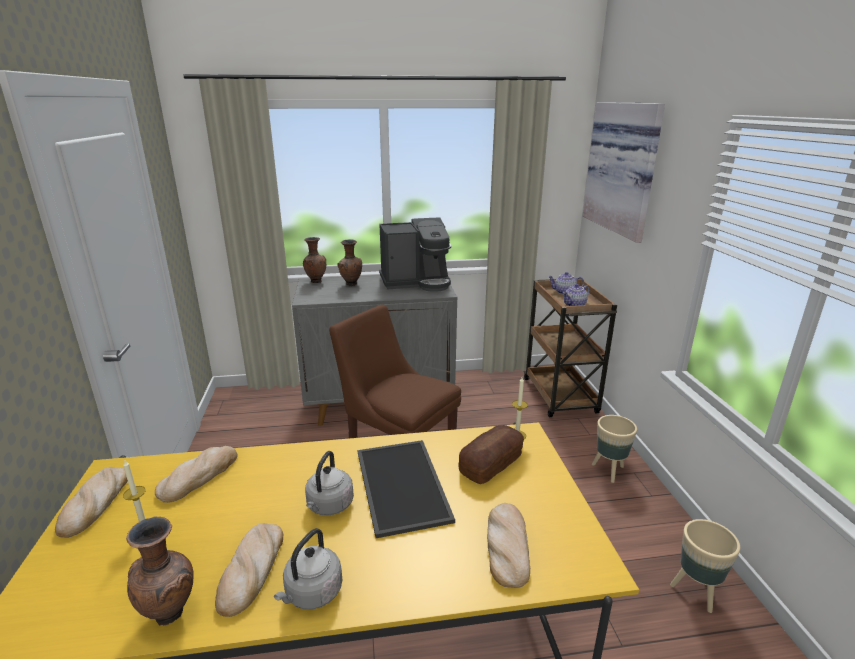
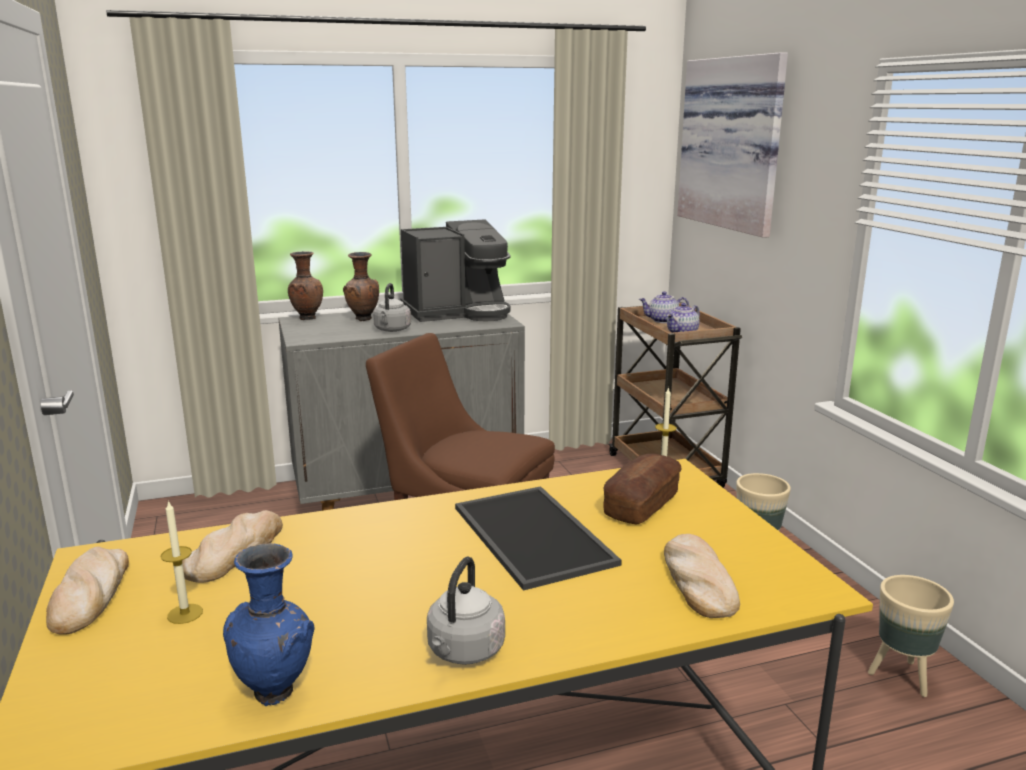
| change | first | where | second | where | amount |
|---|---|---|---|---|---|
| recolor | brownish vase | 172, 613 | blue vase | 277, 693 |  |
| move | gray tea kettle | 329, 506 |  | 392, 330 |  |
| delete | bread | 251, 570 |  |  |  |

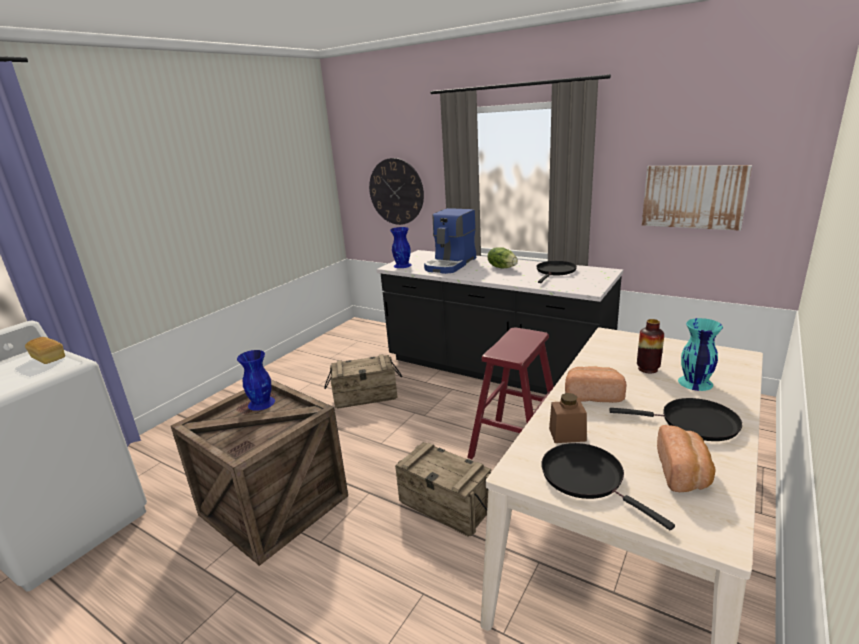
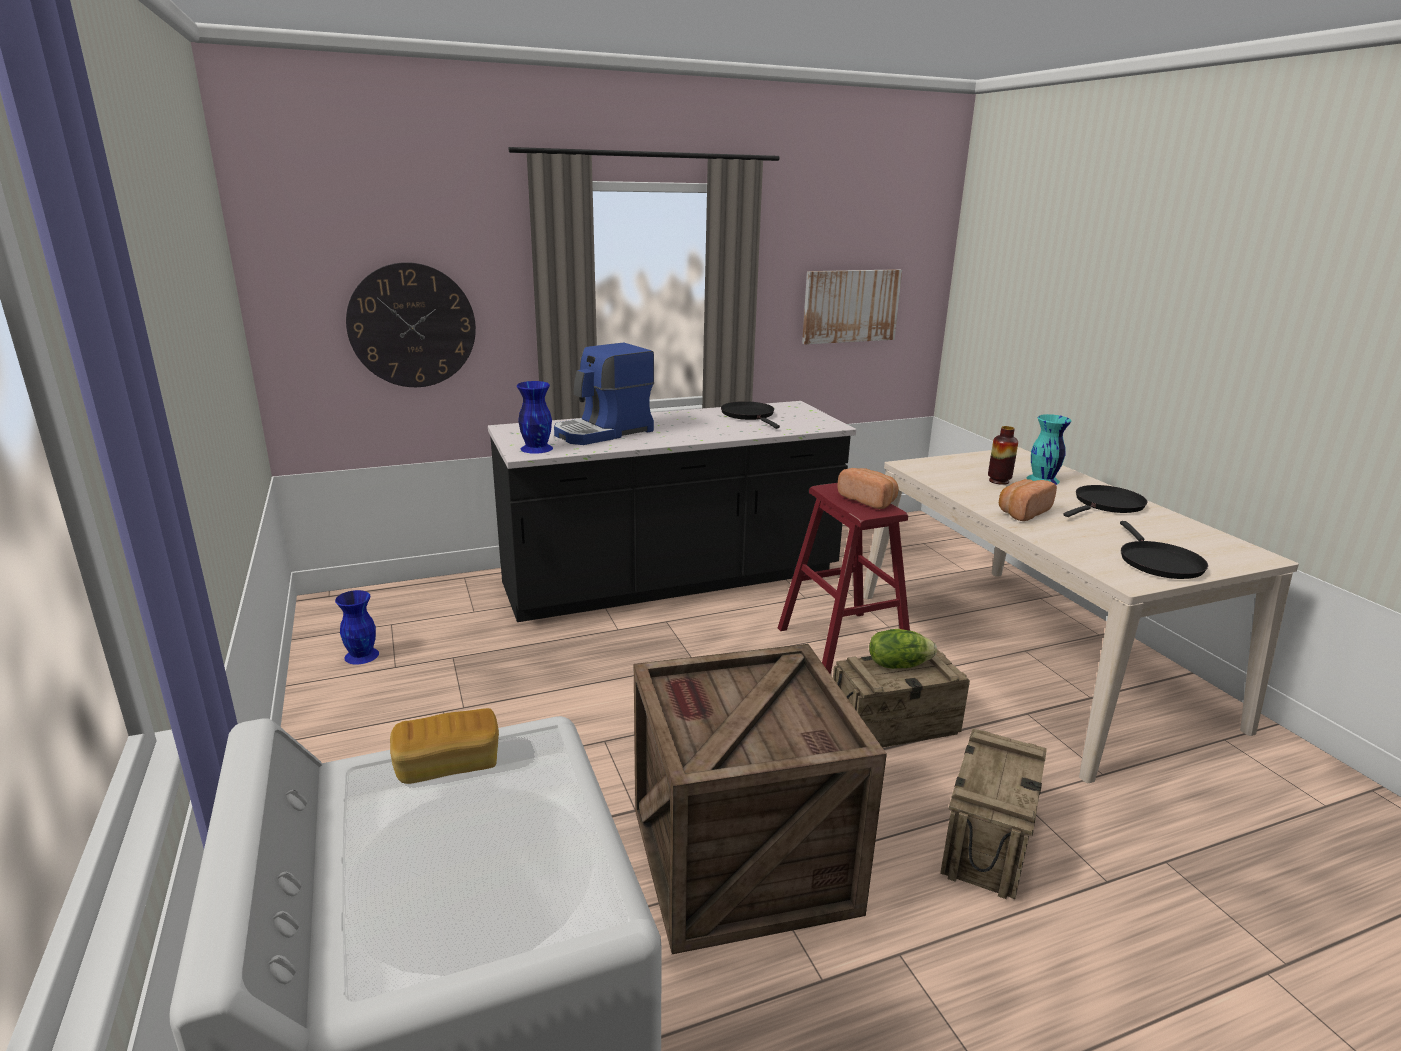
| change | first | where | second | where | amount |
|---|---|---|---|---|---|
| move | blue vase | 262, 403 |  | 362, 655 |  |
| rotate | coffee brewer | 451, 264 |  | 604, 432 | 75 degrees clockwise |
| move | bread | 683, 473 |  | 868, 500 |  |
| move | lettuce | 502, 267 |  | 898, 665 |  |
| move | packing crate | 365, 396 |  | 986, 839 |  |
| rotate | black-coloured frying pan | 587, 478 |  | 1157, 562 | 90 degrees counterclockwise |
| delete | brownish jar | 567, 434 |  |  |  |

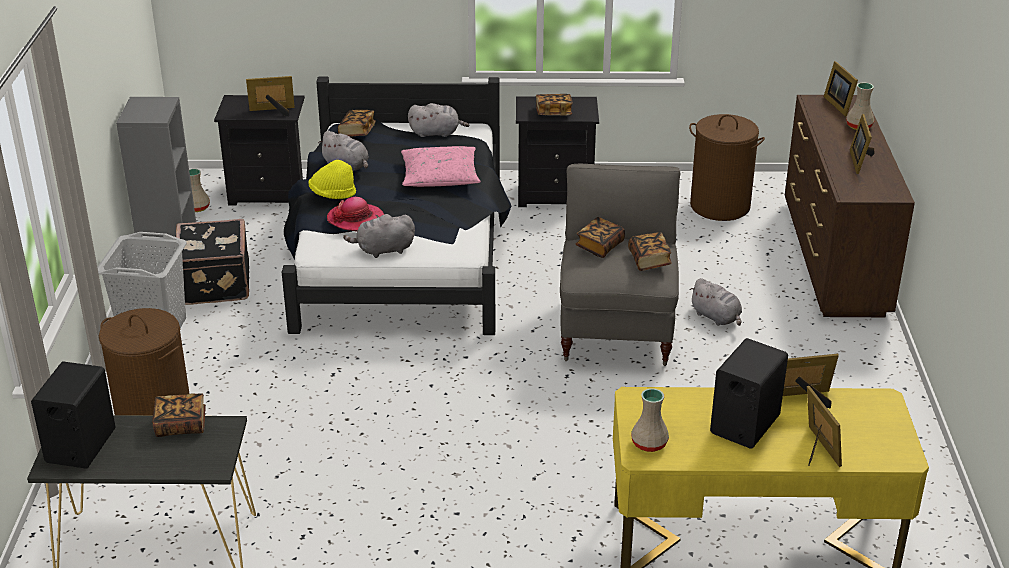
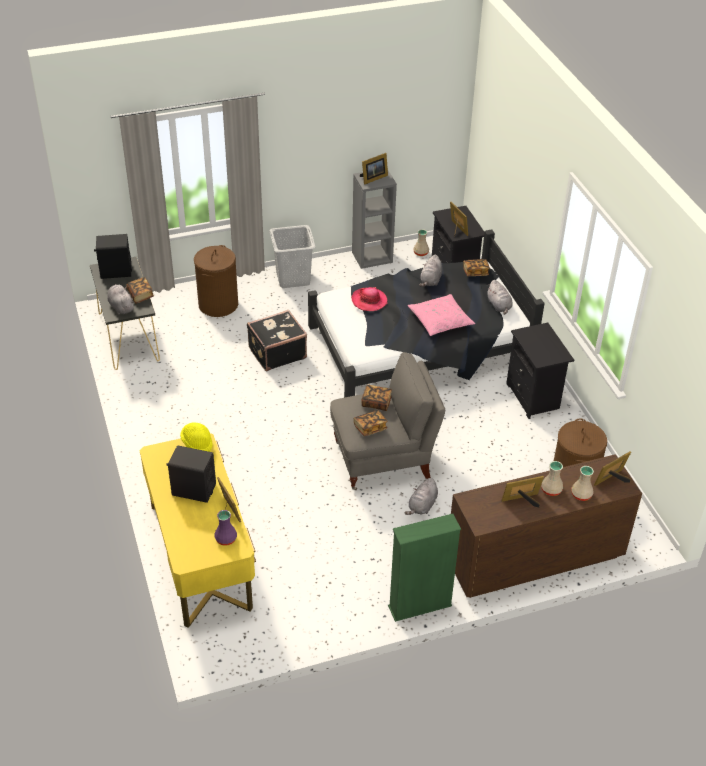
| change | first | where | second | where | amount |
|---|---|---|---|---|---|
| move | gray plush toy | 383, 250 |  | 121, 306 |  |
| move | yellow-coloured clothing hat | 332, 195 |  | 197, 443 |  |
| insert |  |  | purple-coloured vase | 225, 539 |  |
| move | black-coloured piece of luggage | 213, 284 |  | 276, 352 |  |
| move | photo frame | 818, 449 |  | 373, 178 |  |
| insert |  |  | greenish bookcase | 420, 606 |  |
| move | beige-coloured vase | 649, 443 |  | 551, 490 |  |
| delete | volume | 553, 113 |  |  |  |

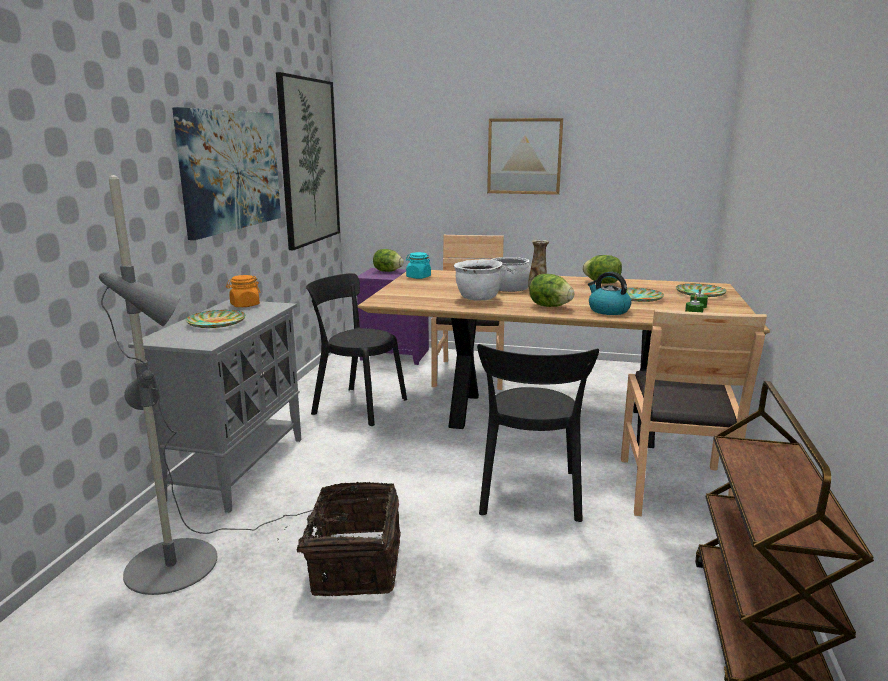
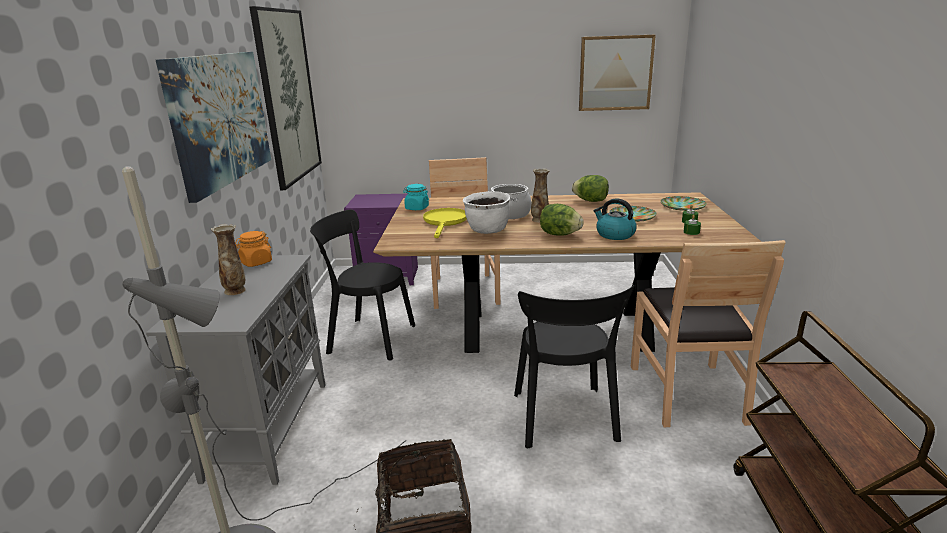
| change | first | where | second | where | amount |
|---|---|---|---|---|---|
| replace | plate | 216, 323 | vase | 235, 291 |  |
| insert |  |  | yellow-coloured frying pan | 445, 222 |  |
| move | wall picture | 524, 156 |  | 615, 73 |  |
| delete | lettuce | 387, 271 |  |  |  |

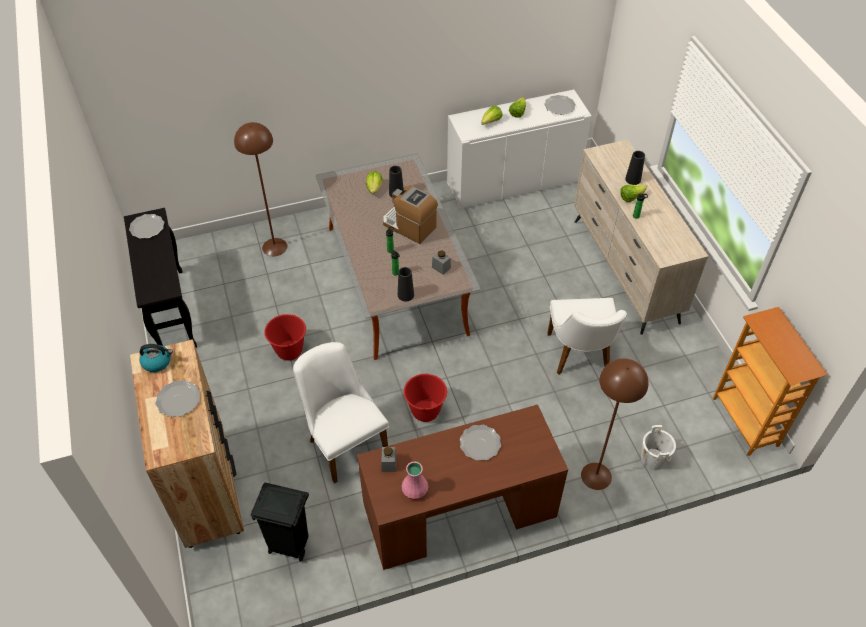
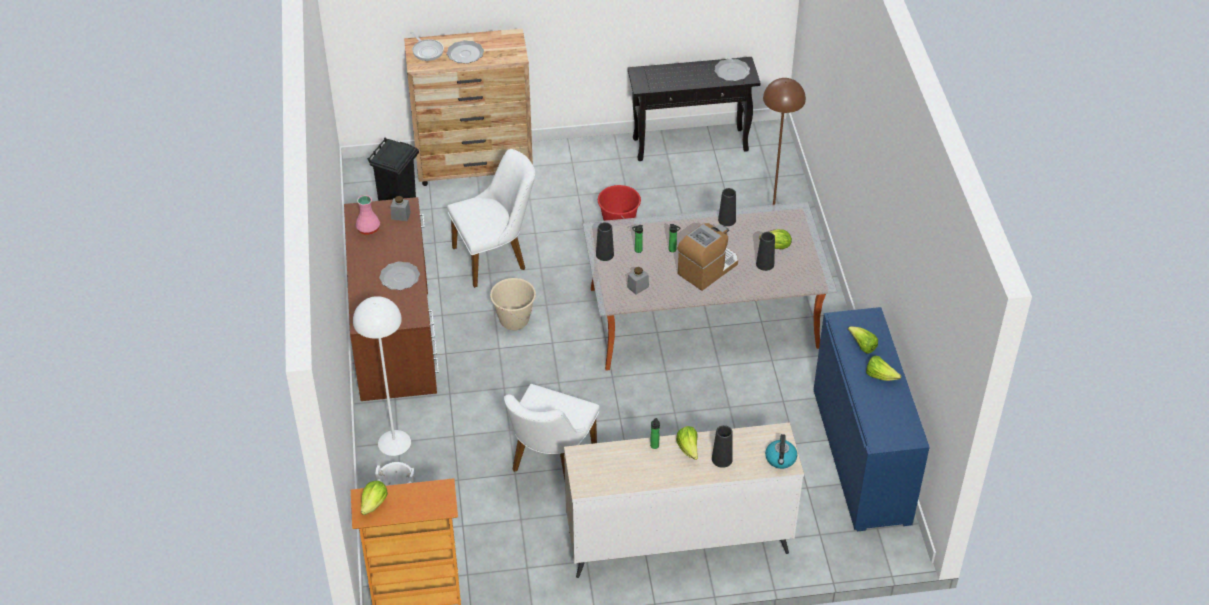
| change | first | where | second | where | amount |
|---|---|---|---|---|---|
| recolor | brownish standard lamp | 596, 476 | whitish standard lamp | 394, 442 |  |
| insert |  |  | lettuce | 374, 504 |  |
| insert |  |  | frying pan | 427, 51 |  |
| recolor | red pail | 425, 411 | beige-coloured pail | 514, 320 |  |
| rotate | whitish upright chair | 580, 358 |  | 549, 463 | 75 degrees counterclockwise |
| insert |  |  | black-coloured vase | 727, 220 |  |
| move | tea kettle | 157, 362 |  | 780, 459 |  |
| recolor | whitish cupboard | 513, 182 | blue cupboard | 861, 456 |  |
| delete | plate | 559, 106 |  |  |  |

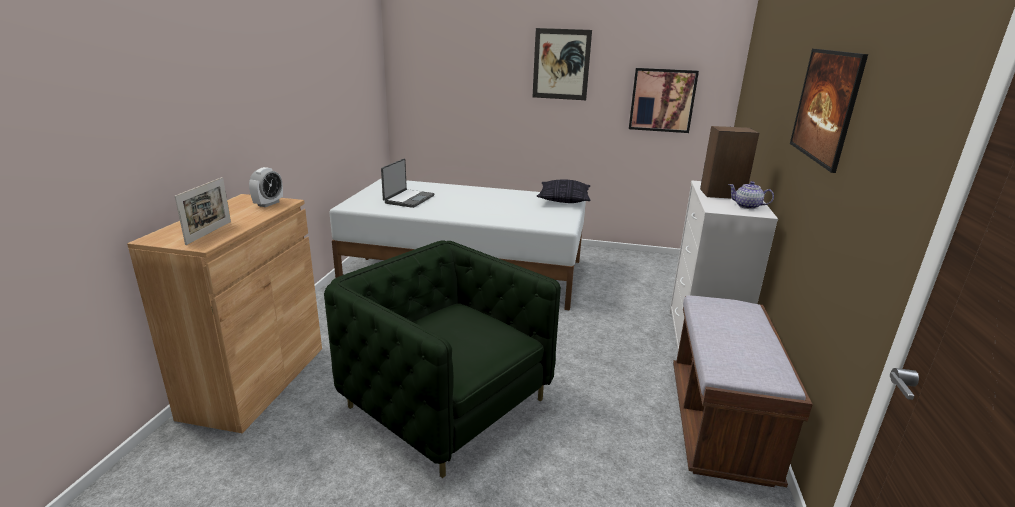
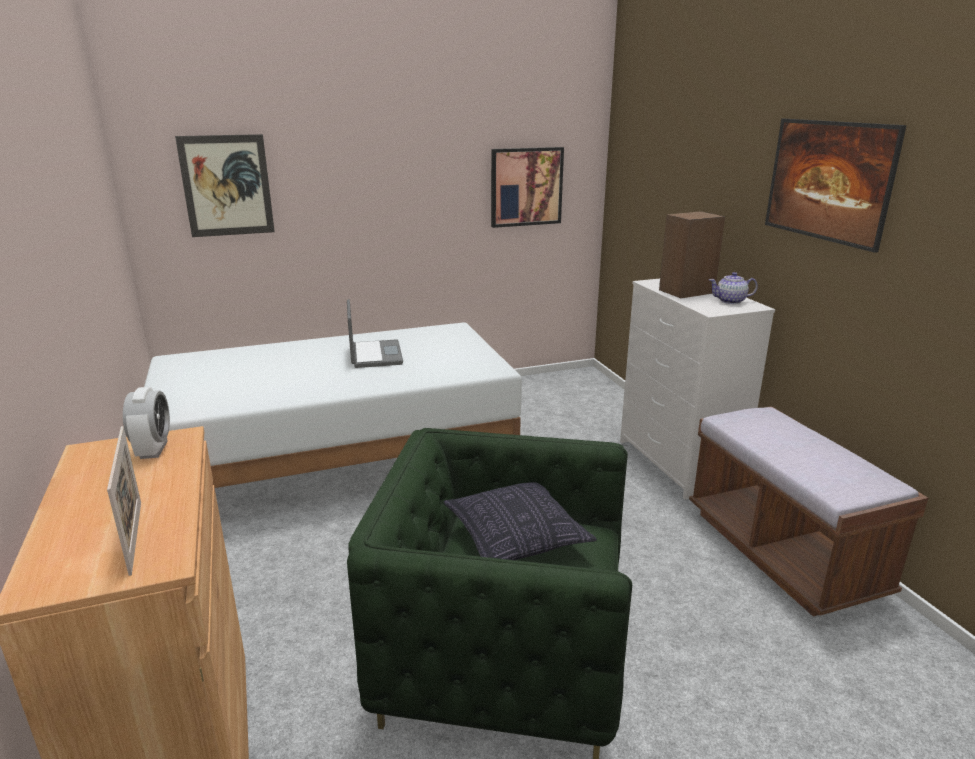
| change | first | where | second | where | amount |
|---|---|---|---|---|---|
| move | wall picture | 561, 64 |  | 227, 186 |  |
| move | portable computer | 408, 199 |  | 374, 355 |  |
| move | pillow | 564, 200 |  | 515, 538 |  |

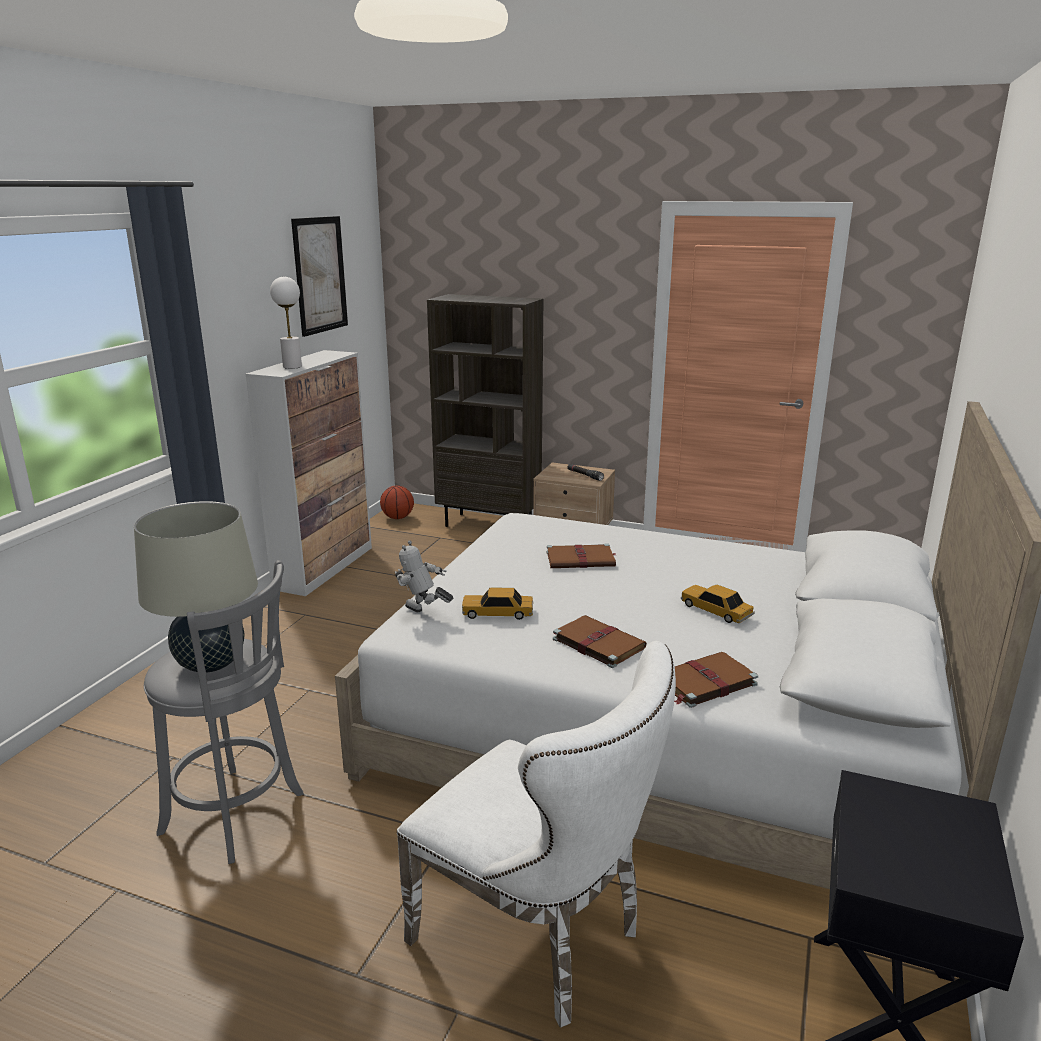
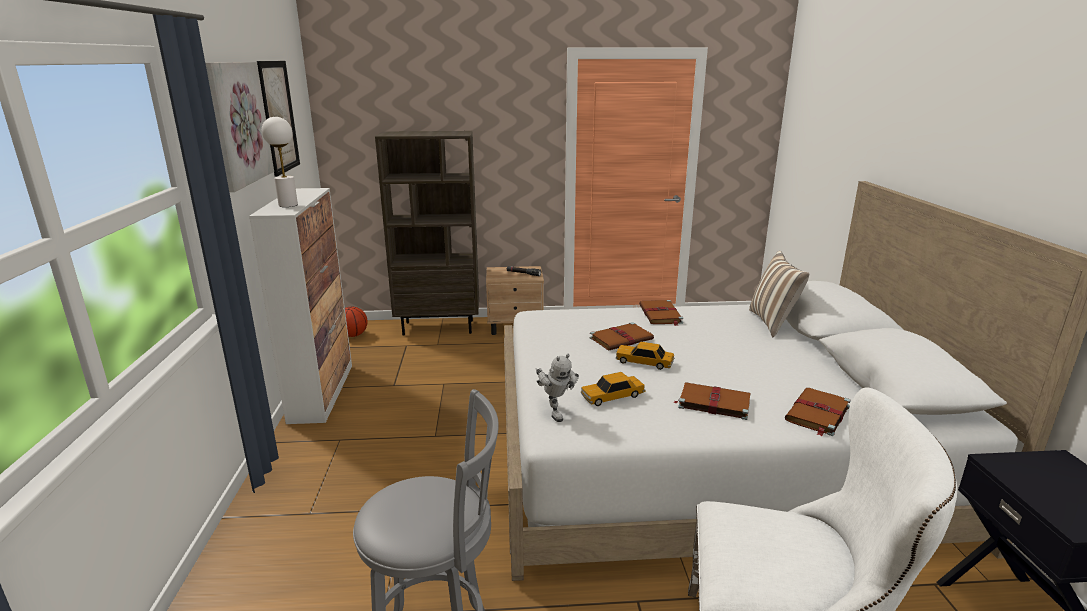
| change | first | where | second | where | amount |
|---|---|---|---|---|---|
| insert |  |  | wall picture | 237, 123 |  |
| rotate | model robot | 423, 614 |  | 554, 412 | 120 degrees counterclockwise |
| move | model car | 715, 611 |  | 644, 362 |  |
| insert |  |  | brownish volume | 660, 315 |  |
| insert |  |  | pillow | 773, 323 |  |
| delete | beige-coloured lamp for a table | 210, 663 |  |  |  |

